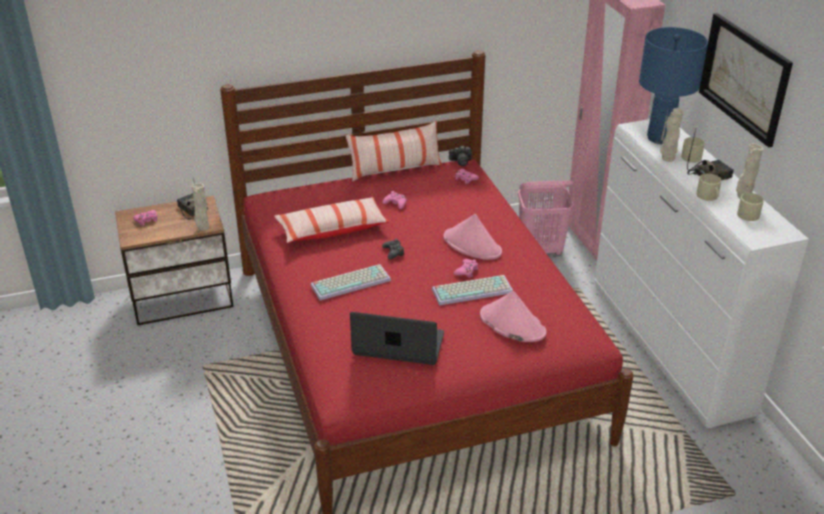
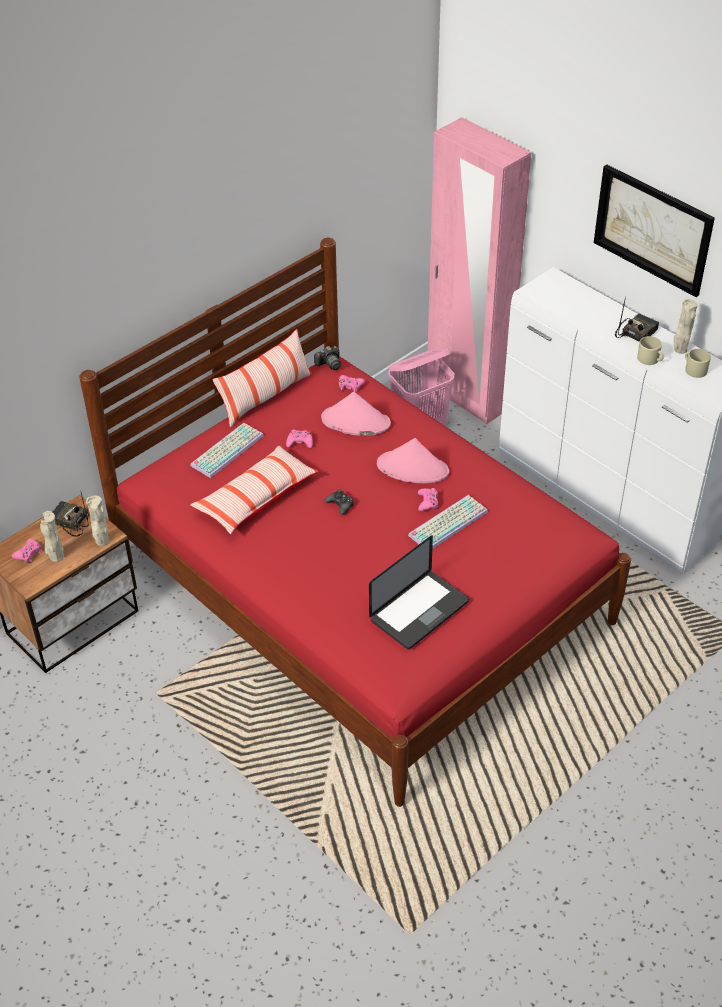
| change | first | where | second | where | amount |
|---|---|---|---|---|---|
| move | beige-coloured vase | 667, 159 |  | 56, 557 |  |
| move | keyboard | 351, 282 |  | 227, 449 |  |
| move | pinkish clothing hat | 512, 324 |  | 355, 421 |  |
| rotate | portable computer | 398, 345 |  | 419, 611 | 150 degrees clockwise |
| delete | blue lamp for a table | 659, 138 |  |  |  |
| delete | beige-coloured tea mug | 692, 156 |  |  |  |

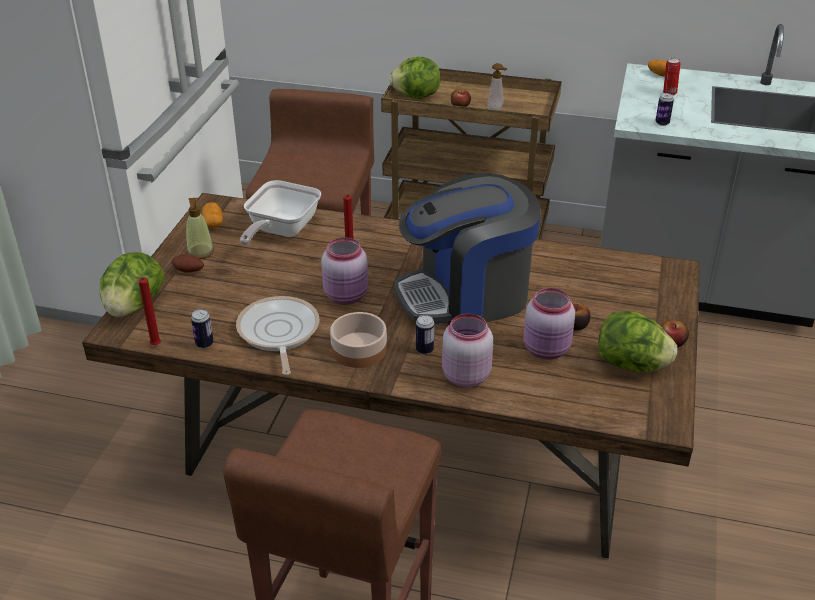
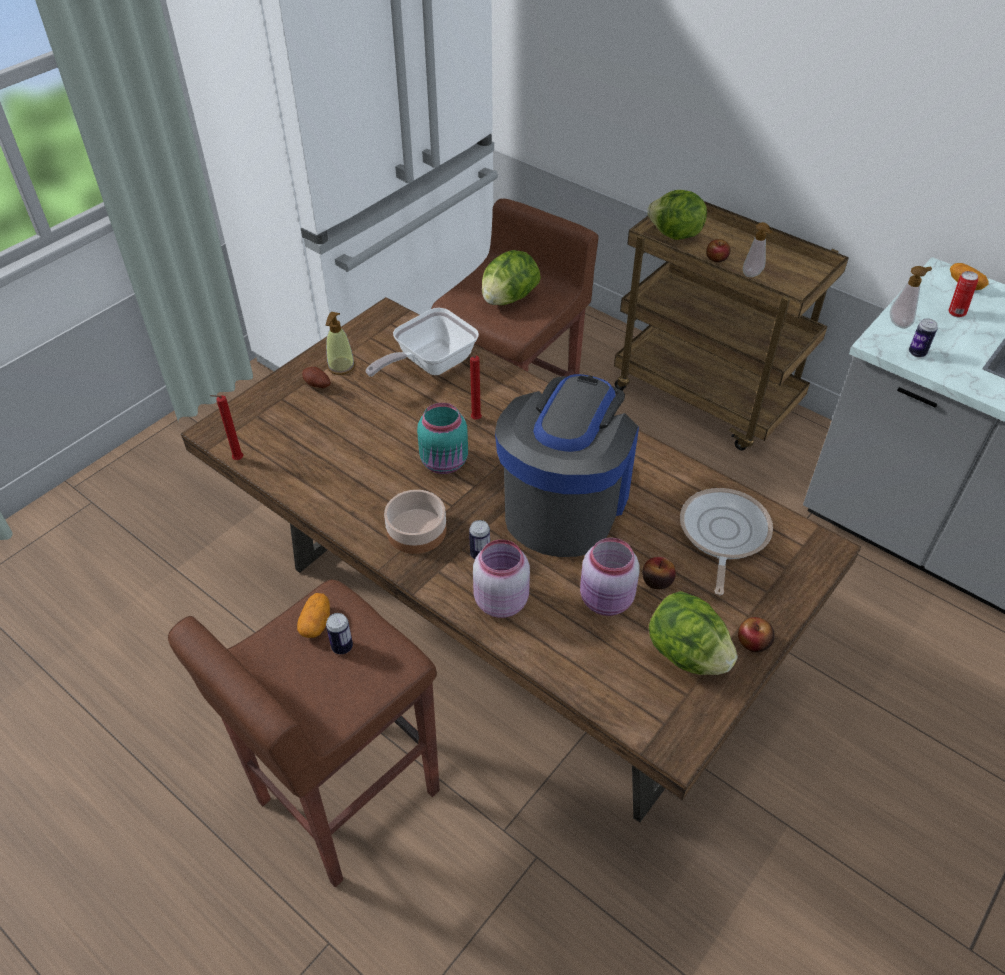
| change | first | where | second | where | amount |
|---|---|---|---|---|---|
| move | whole potato | 213, 223 |  | 316, 623 |  |
| move | metal can | 204, 344 |  | 342, 647 |  |
| recolor | pinkish jar | 347, 296 | turquoise jar | 445, 463 |  |
| move | lettuce | 134, 307 |  | 508, 299 |  |
| rotate | coffee brewer | 466, 296 |  | 565, 503 | 105 degrees clockwise |
| move | frying pan | 278, 333 |  | 722, 534 |  |
| insert |  |  | soap dispenser | 900, 323 |  |

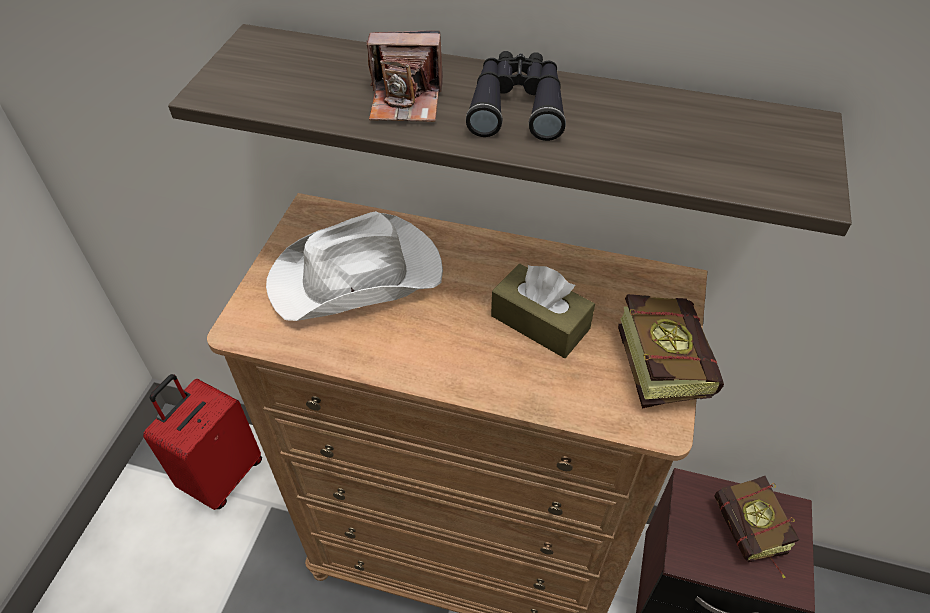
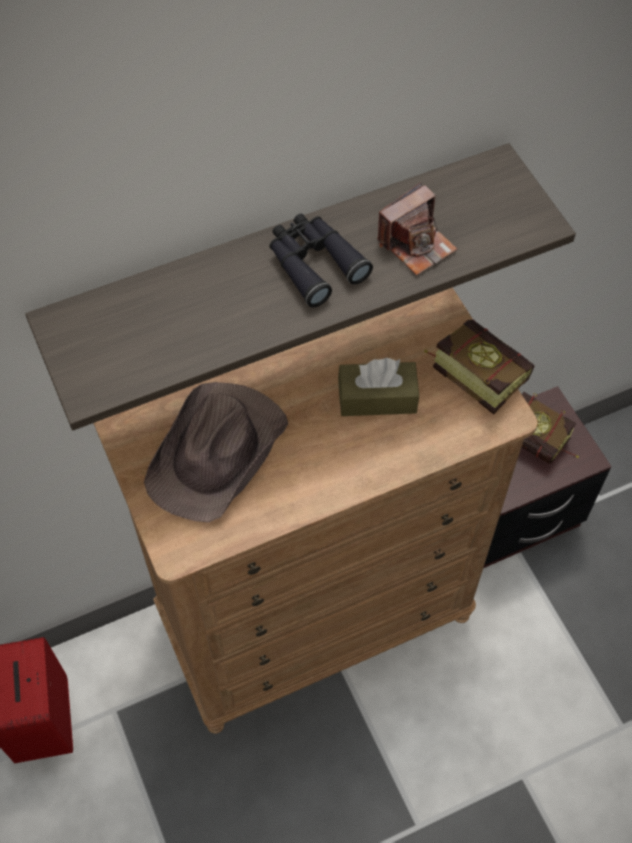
| change | first | where | second | where | amount |
|---|---|---|---|---|---|
| recolor | whitish clothing hat | 358, 277 | brownish clothing hat | 218, 452 |  |
| move | still camera | 406, 101 |  | 416, 244 |  |

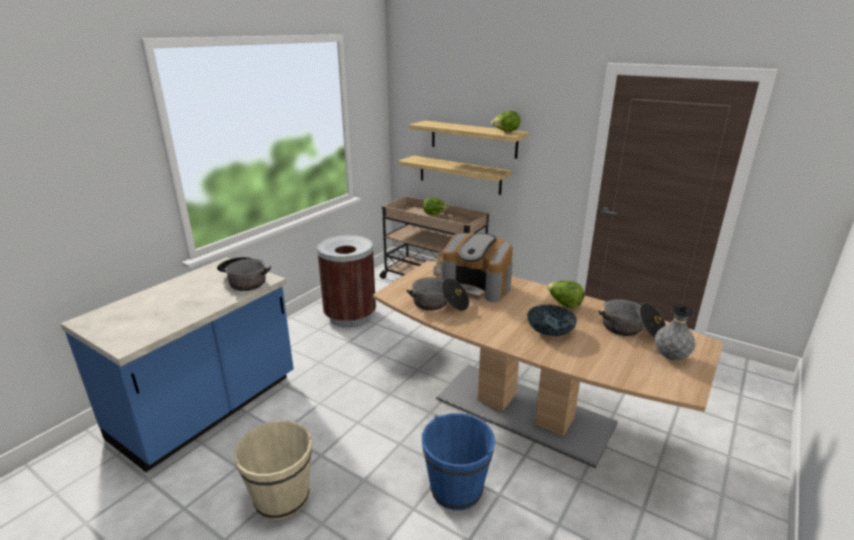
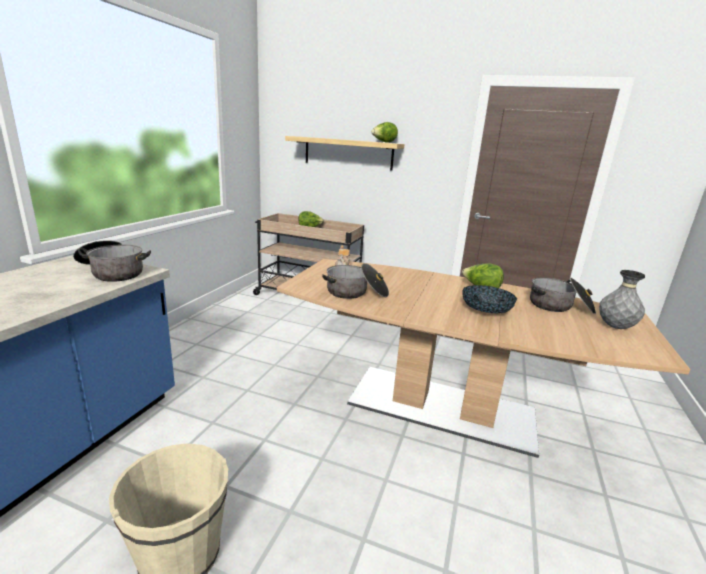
| change | first | where | second | where | amount |
|---|---|---|---|---|---|
| delete | brownish rubbish bin | 350, 316 |  |  |  |
| delete | shelf | 459, 174 |  |  |  |
| delete | blue pail | 456, 489 |  |  |  |
| delete | coffee brewer | 477, 286 |  |  |  |

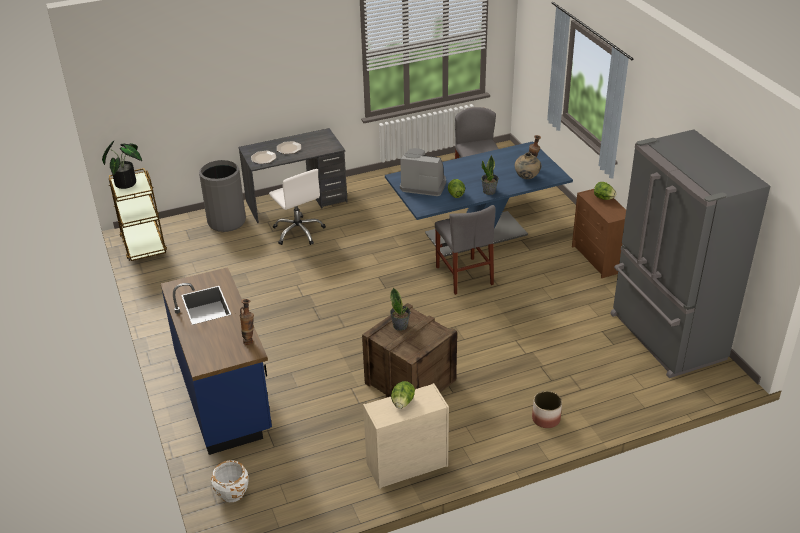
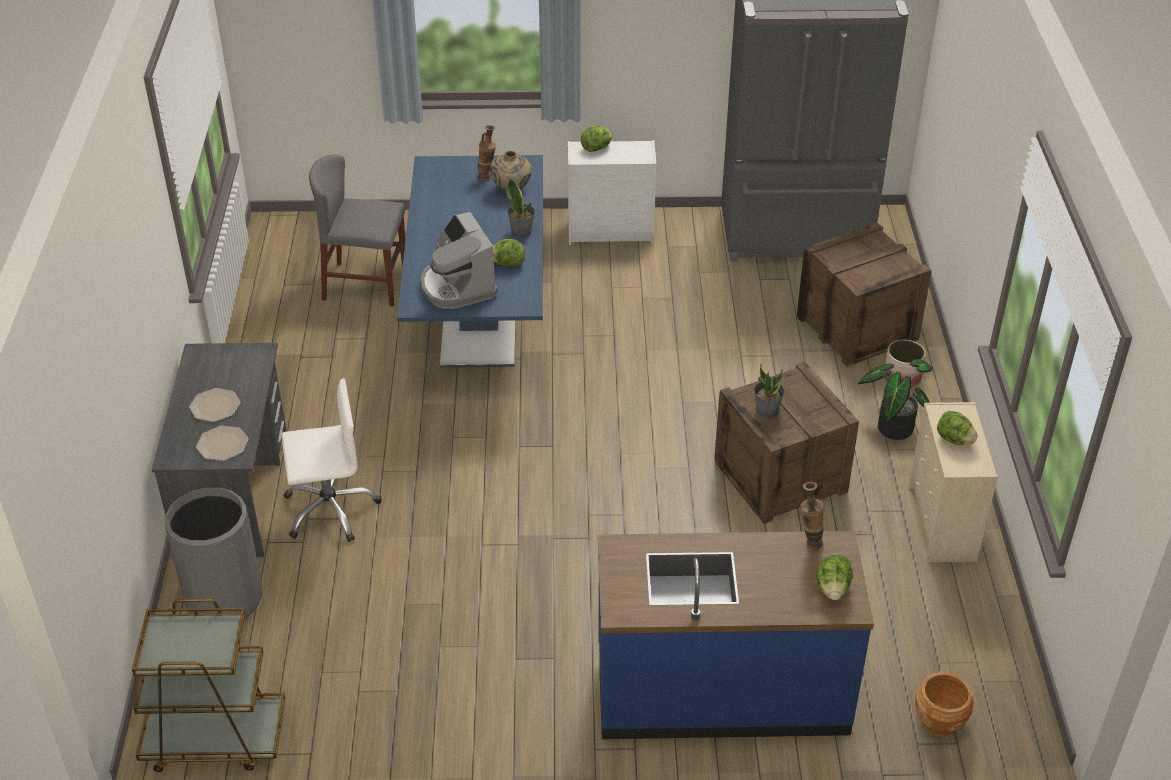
| change | first | where | second | where | amount |
|---|---|---|---|---|---|
| rotate | coffee brewer | 423, 185 |  | 457, 286 | 60 degrees counterclockwise |
| recolor | brownish dresser | 598, 259 | whitish dresser | 611, 232 |  |
| insert |  |  | packing crate | 857, 328 |  |
| insert |  |  | lettuce | 833, 588 |  |
| move | potted plant | 128, 182 |  | 893, 425 |  |
| recolor | whitish plant pot | 232, 492 | brownish plant pot | 939, 720 |  |
| delete | gray upright chair | 464, 275 |  |  |  |

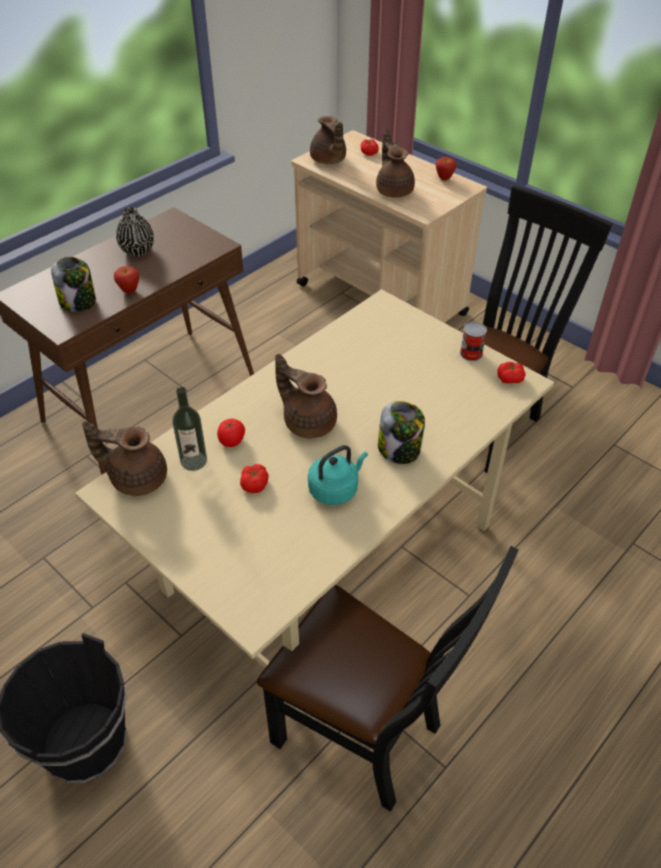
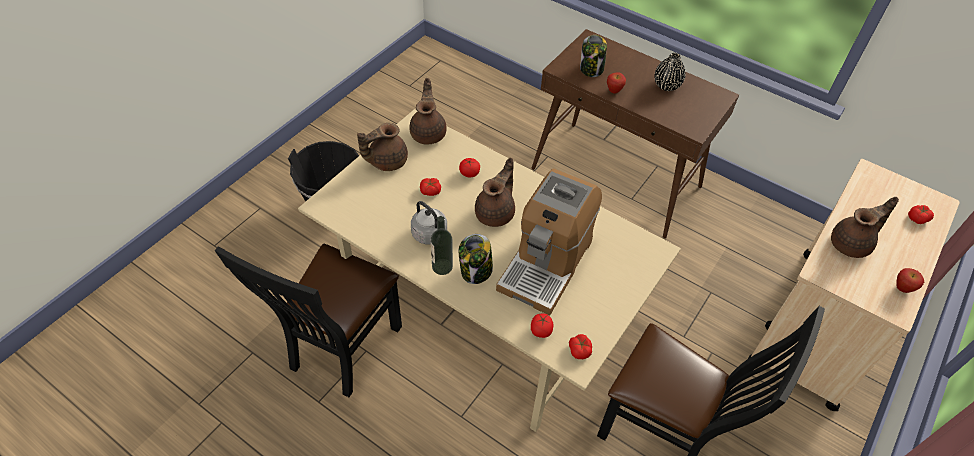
| change | first | where | second | where | amount |
|---|---|---|---|---|---|
| move | brownish teapot | 328, 160 |  | 386, 161 |  |
| recolor | turquoise tea kettle | 335, 489 | gray tea kettle | 431, 235 |  |
| move | beverage bottle | 193, 461 |  | 442, 266 |  |
| insert |  |  | coffee brewer | 546, 264 |  |
| insert |  |  | tomato | 541, 330 |  |
| delete | metal can | 471, 353 |  |  |  |

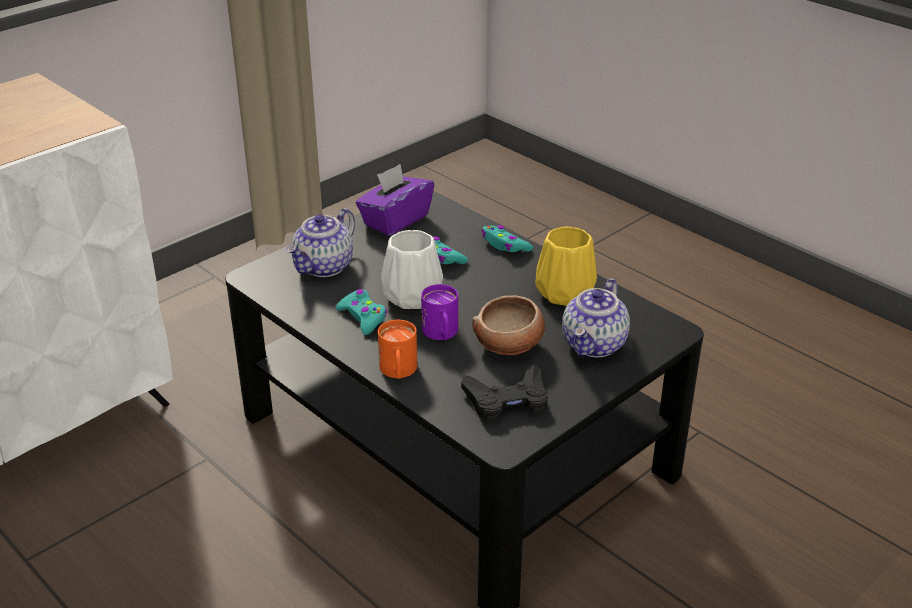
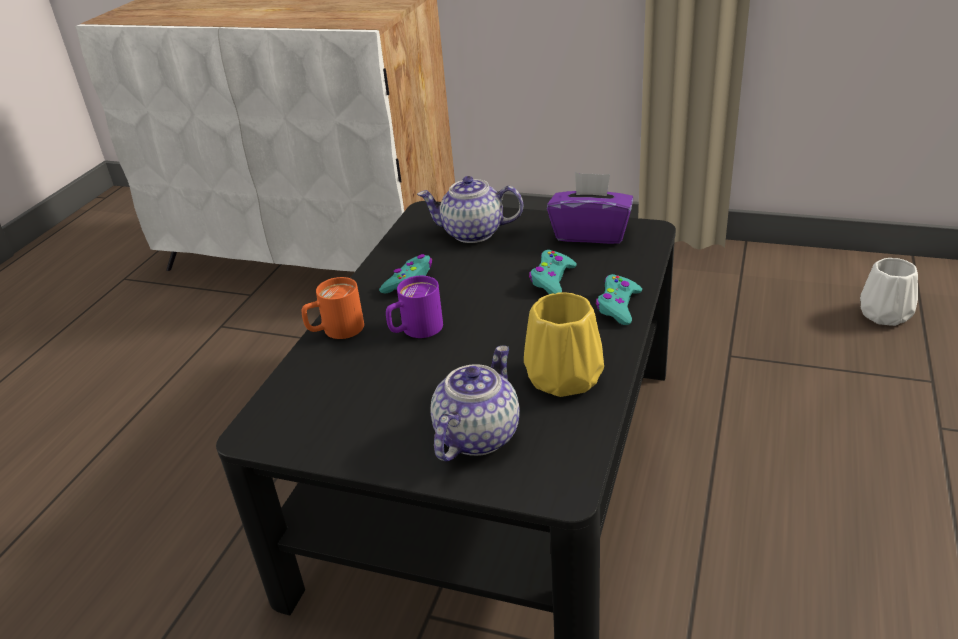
| change | first | where | second | where | amount |
|---|---|---|---|---|---|
| rotate | teapot | 594, 345 |  | 476, 435 | 120 degrees clockwise |
| move | whitish vase | 411, 296 |  | 884, 313 |  |
| delete | black-coloured gamepad | 507, 400 |  |  |  |
| delete | deep dish | 510, 345 |  |  |  |

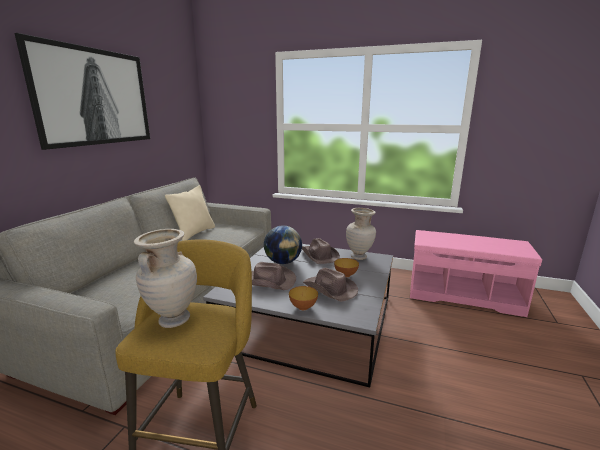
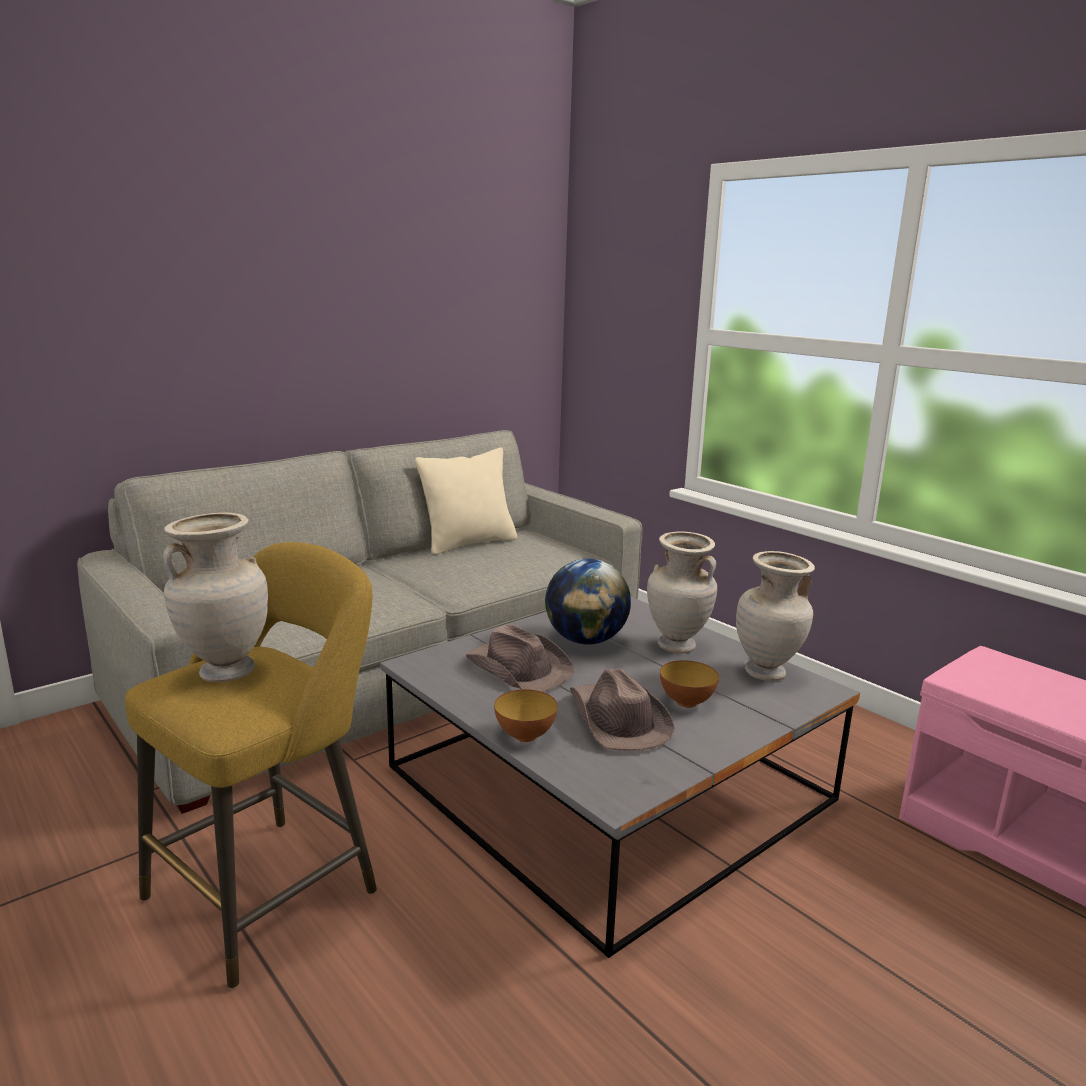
| change | first | where | second | where | amount |
|---|---|---|---|---|---|
| replace | brownish clothing hat | 319, 255 | beige-coloured vase | 676, 647 |  |
| delete | wall picture | 94, 97 |  |  |  |

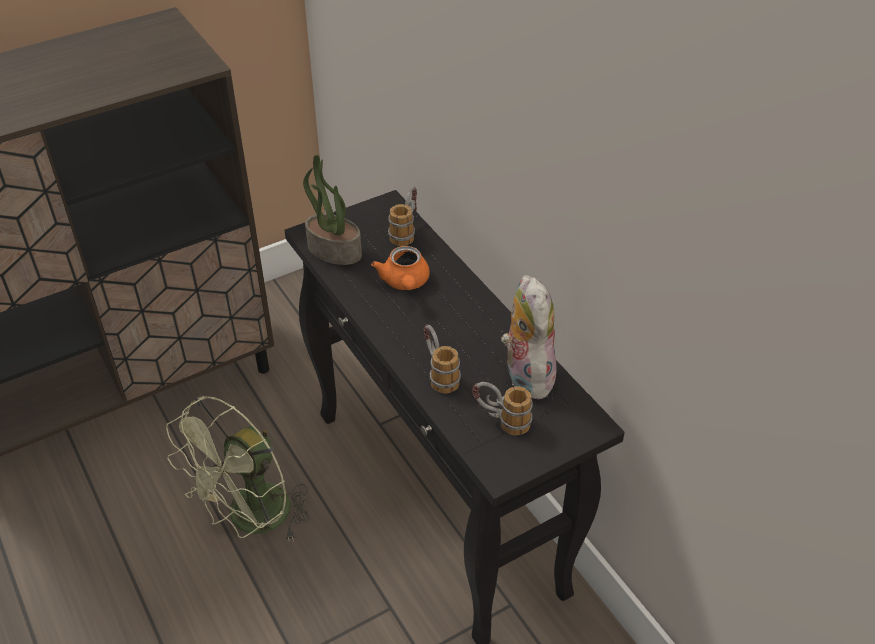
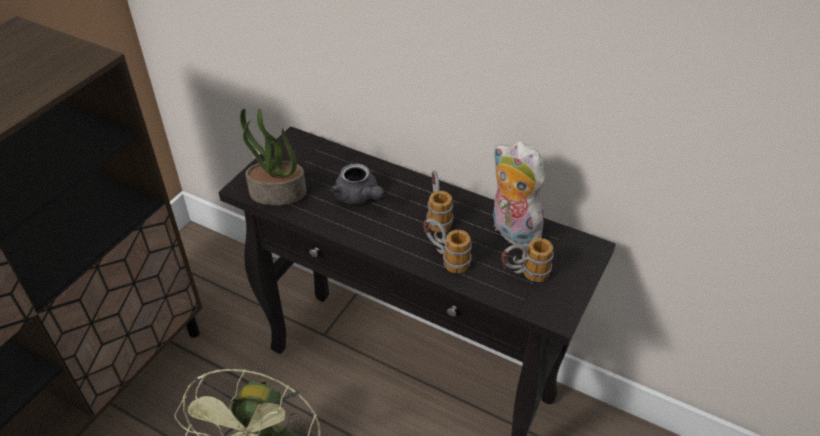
| change | first | where | second | where | amount |
|---|---|---|---|---|---|
| recolor | orange-coloured teapot | 405, 283 | gray teapot | 359, 197 |  |
| move | tea mug | 406, 231 |  | 437, 215 |  |

